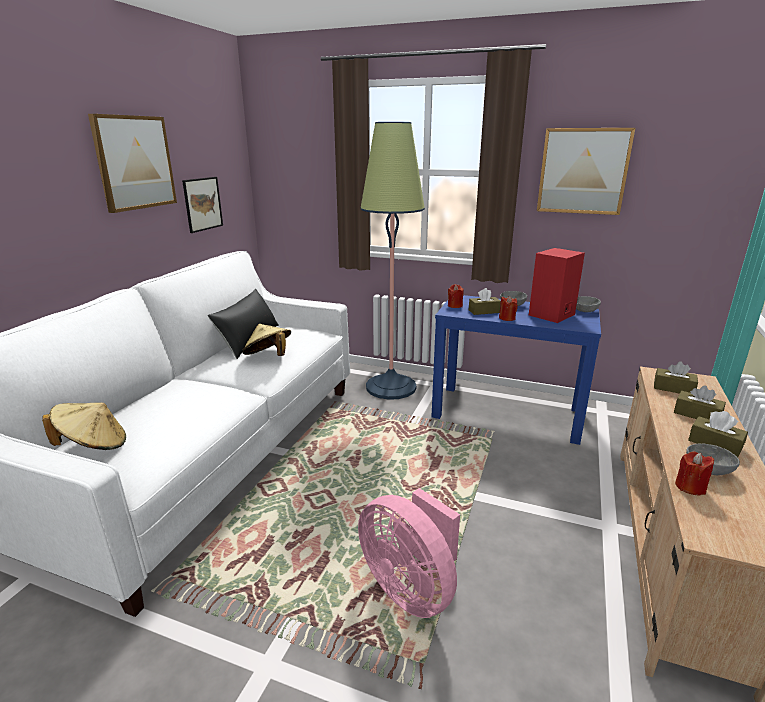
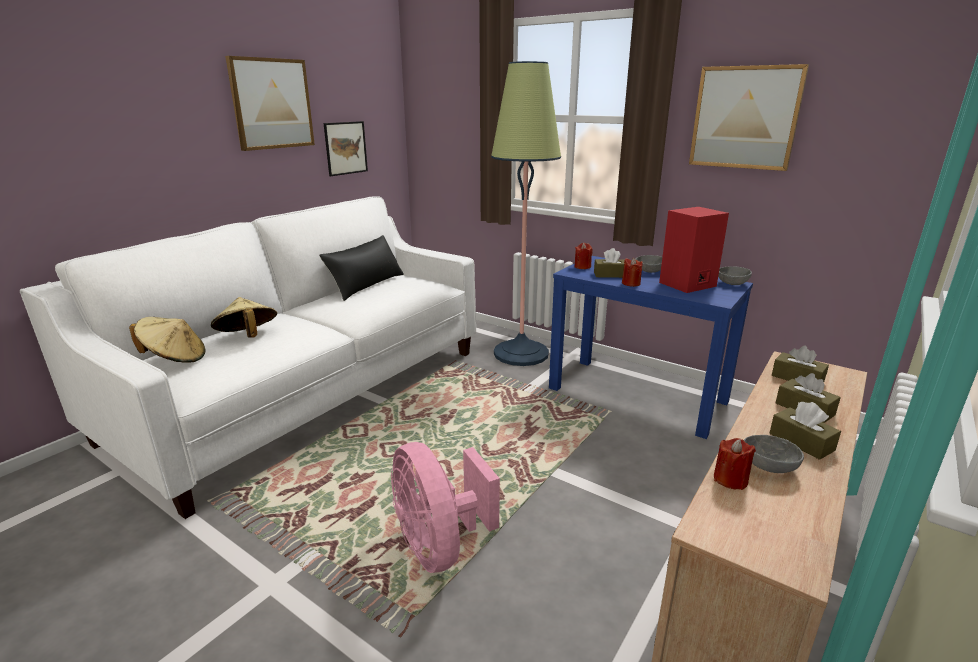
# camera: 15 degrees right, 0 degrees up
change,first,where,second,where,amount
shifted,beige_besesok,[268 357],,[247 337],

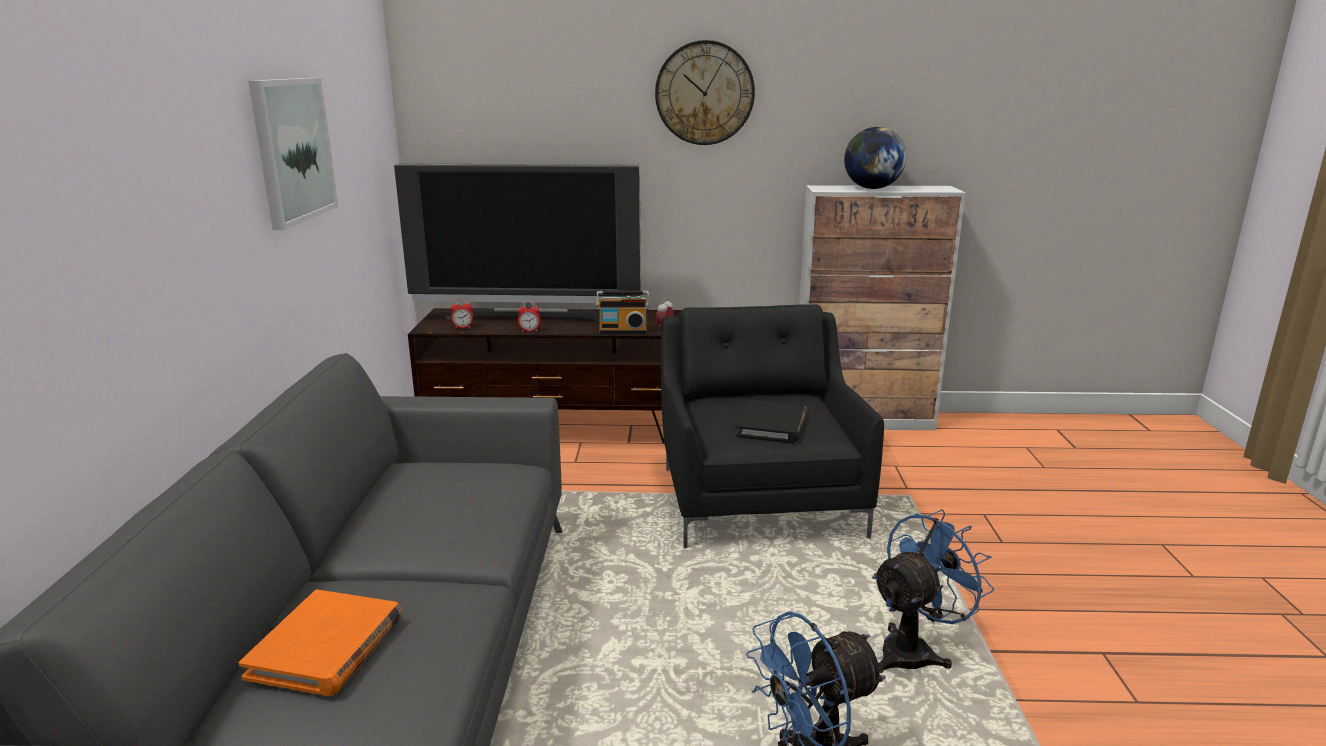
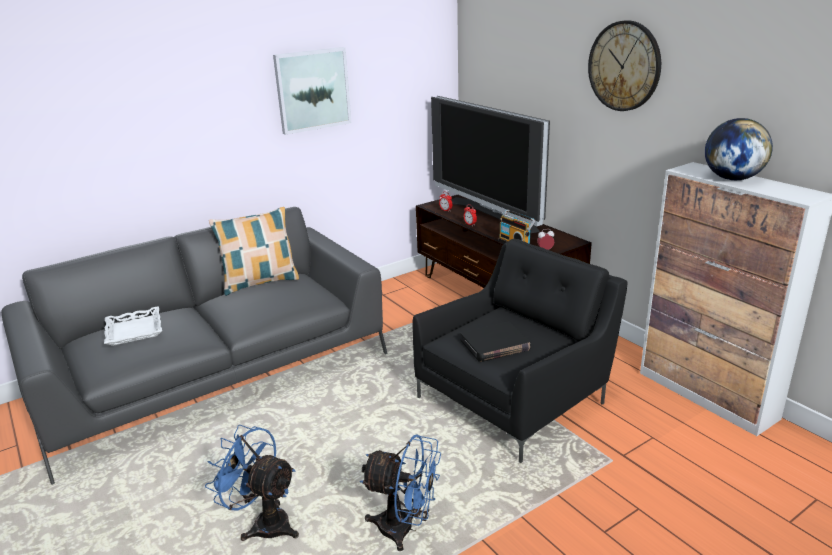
# camera: 55 degrees right, 5 degrees up
change,first,where,second,where,amount
swapped,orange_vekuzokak,[327 647],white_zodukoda,[133 330],
new,,,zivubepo,[260 283],

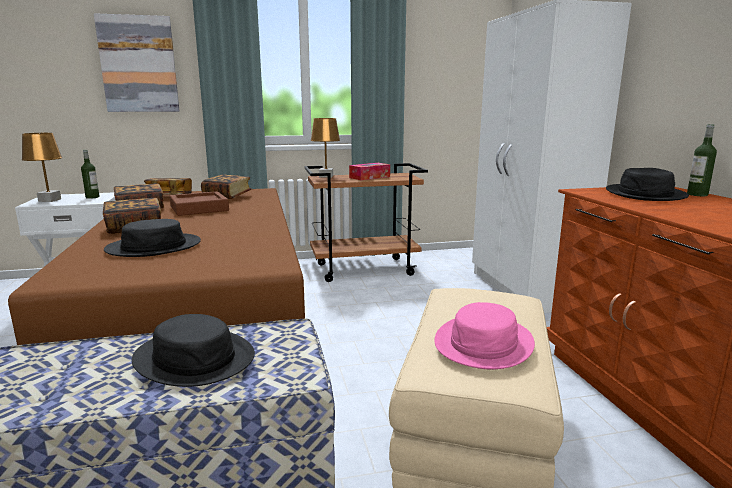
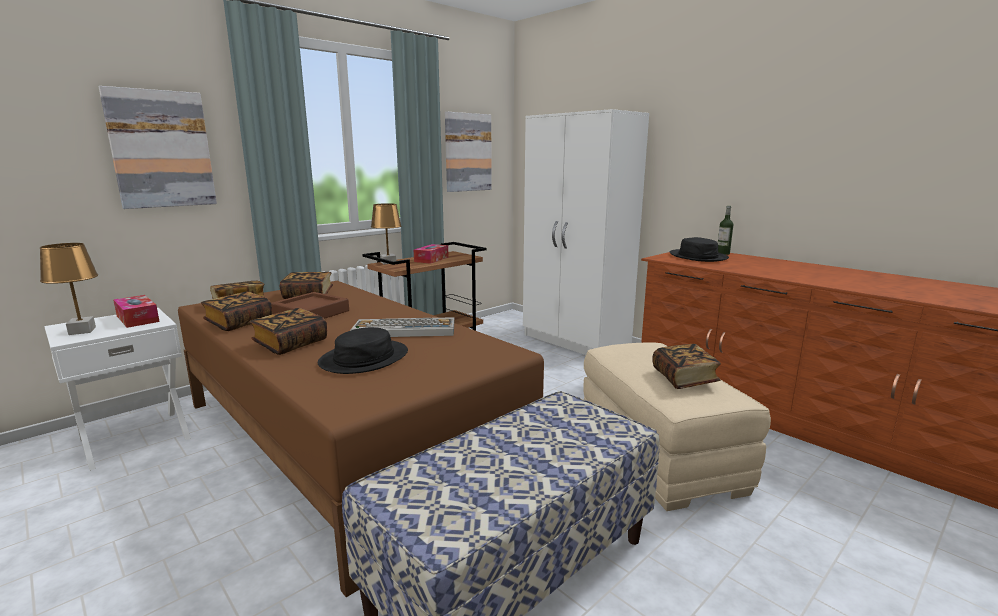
# camera: 30 degrees left, 0 degrees up
change,first,where,second,where,amount
swapped,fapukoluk,[92 197],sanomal,[137 319],
gone,black_besesok,[194 358],,,
swapped,pink_besesok,[484 343],vekuzokak,[684 379],
new,,,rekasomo,[403 329],
new,,,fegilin,[467 152],

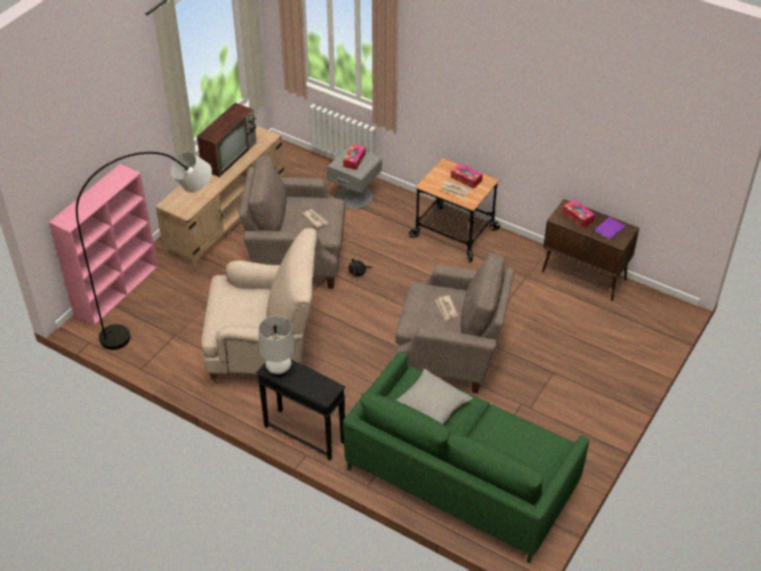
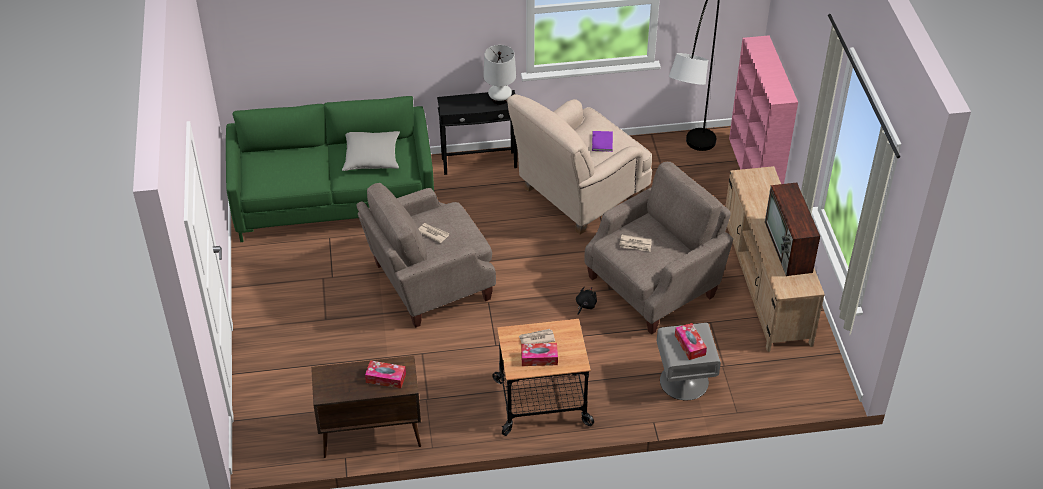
# camera: 140 degrees right, 0 degrees up
change,first,where,second,where,amount
shifted,purple_vekuzokak,[610 229],,[601 143],

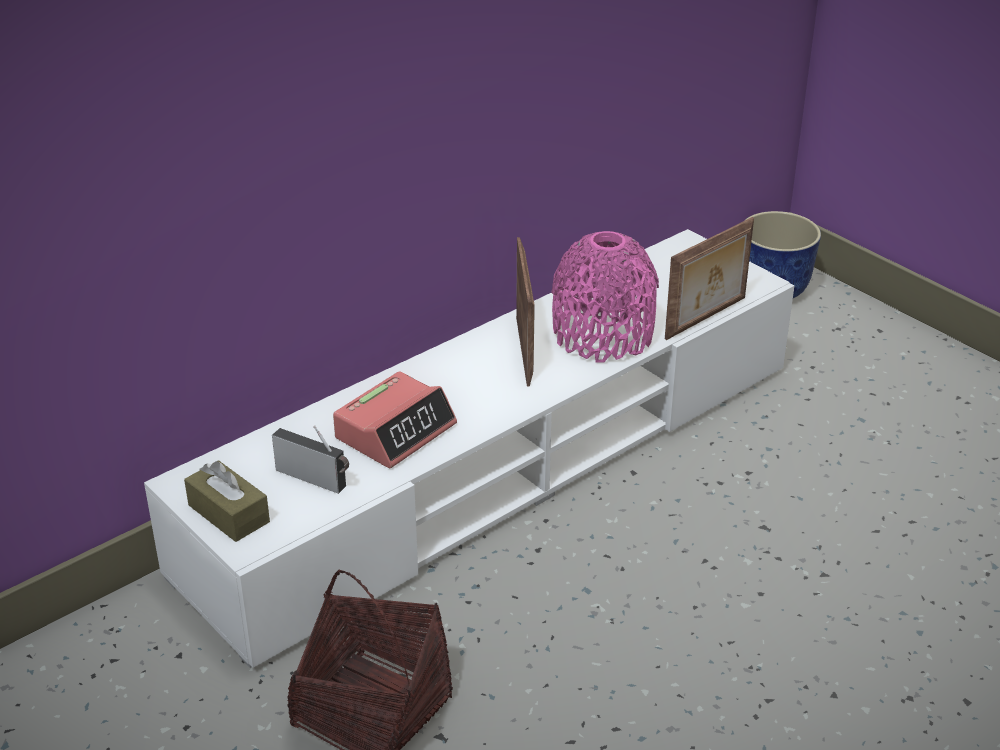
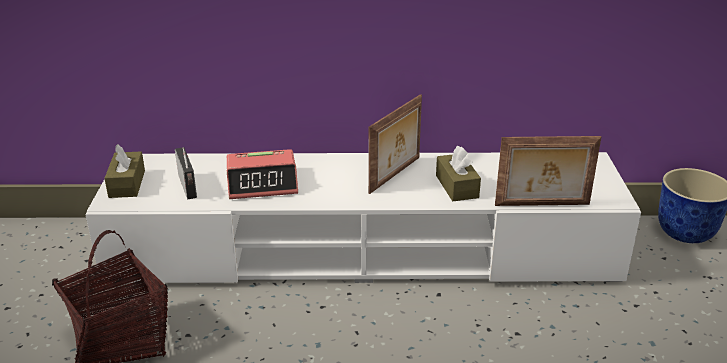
# camera: 40 degrees right, 5 degrees down
change,first,where,second,where,amount
swapped,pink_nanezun,[603 335],brown_sanomal,[457 186],

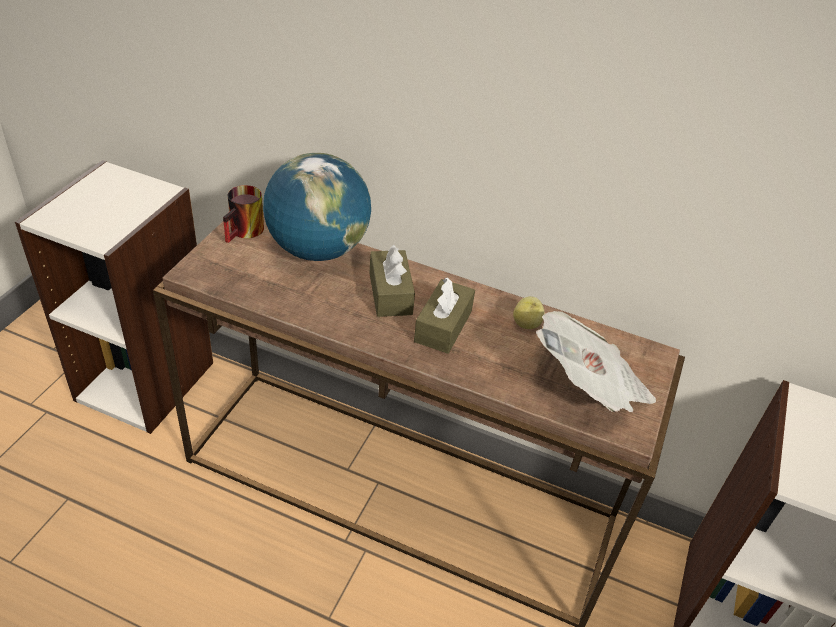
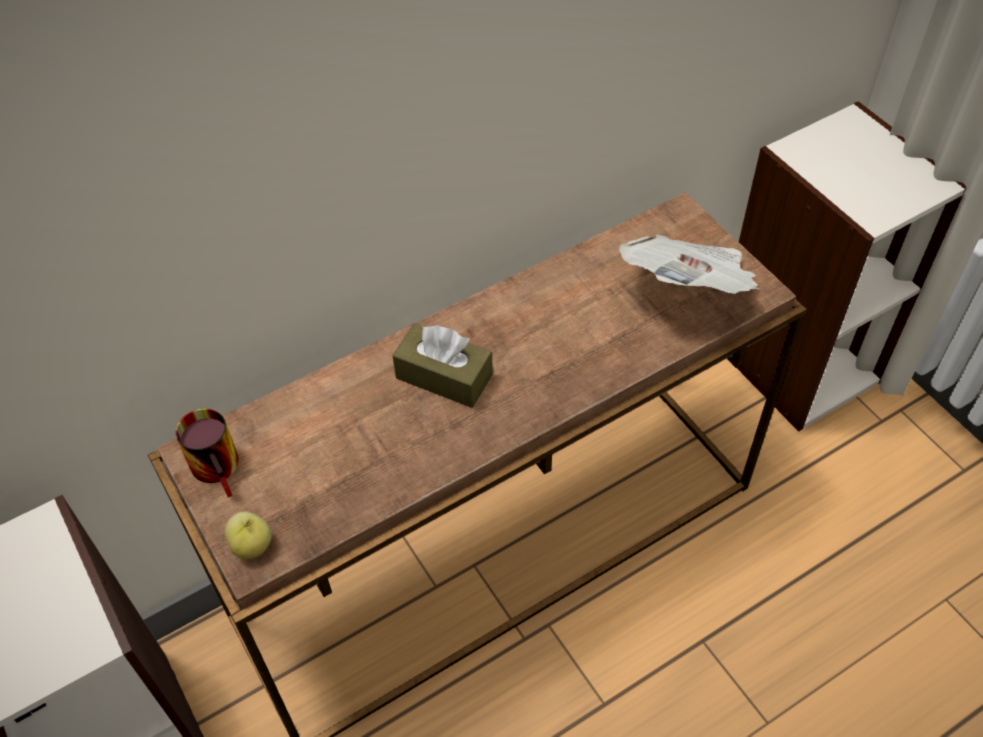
# camera: 50 degrees left, 10 degrees up
change,first,where,second,where,amount
gone,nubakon,[318 250],,,
gone,brown_sanomal,[443 326],,,
shifted,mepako,[527 324],,[252 545],

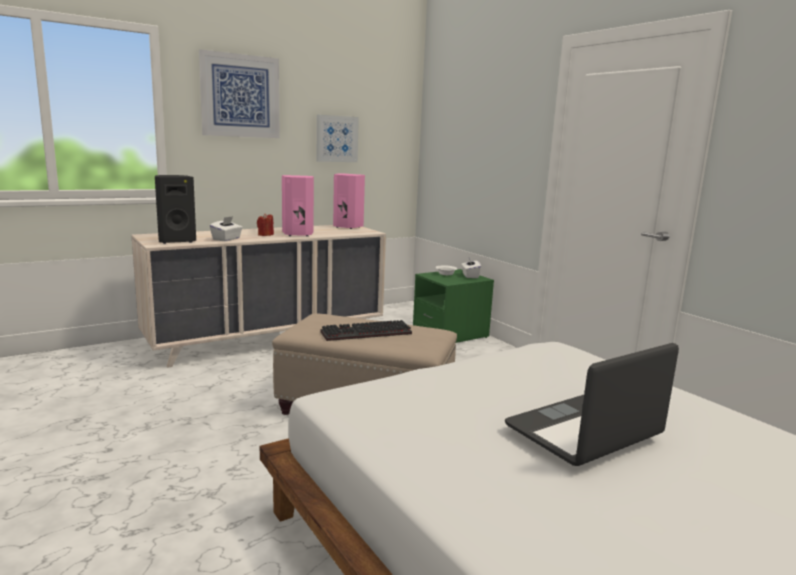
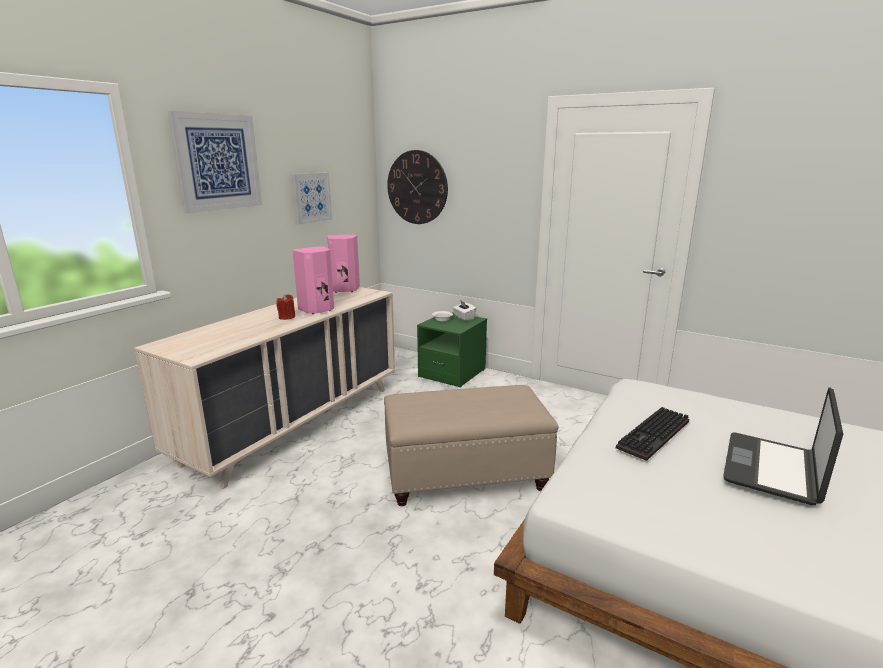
# camera: 25 degrees left, 5 degrees up
change,first,where,second,where,amount
gone,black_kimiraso,[176 241],,,
gone,white_sanomal,[227 239],,,
shifted,rekasomo,[365 334],,[655 436],
new,,,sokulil,[417 187],

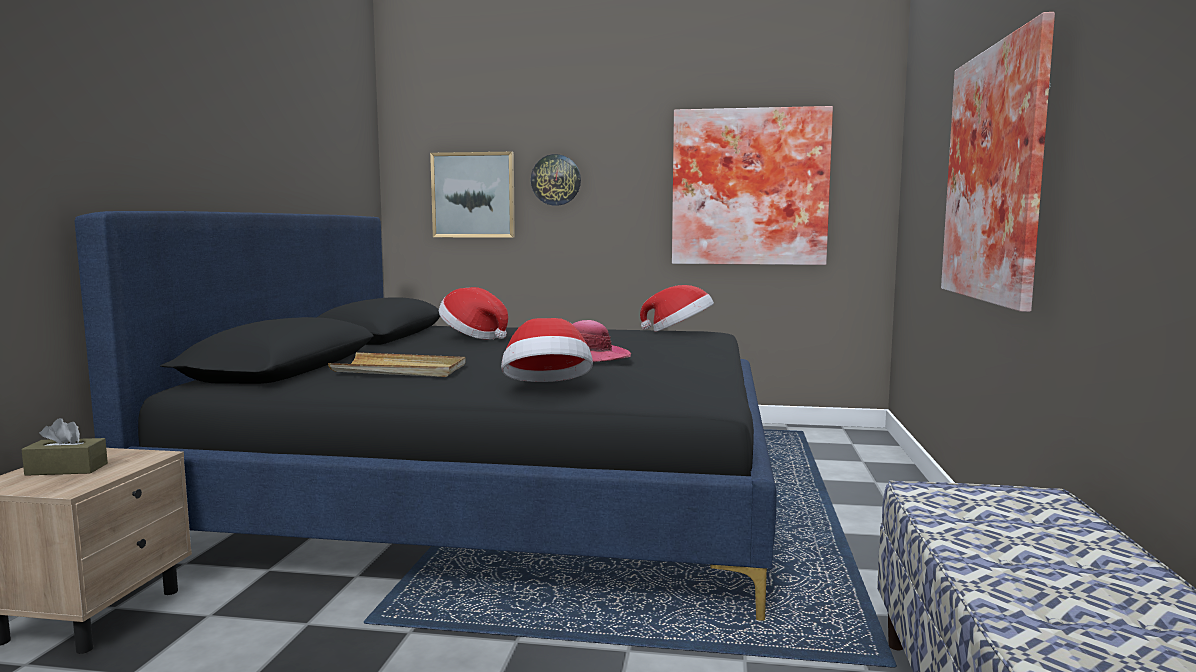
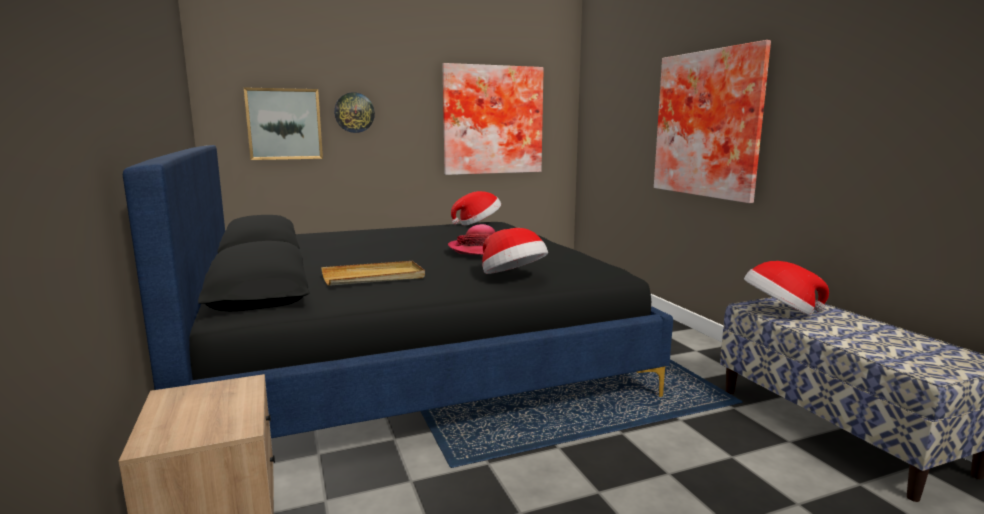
# camera: 30 degrees left, 5 degrees up
change,first,where,second,where,amount
gone,brown_sanomal,[67 469],,,
shifted,besesok,[473 337],,[780 312],

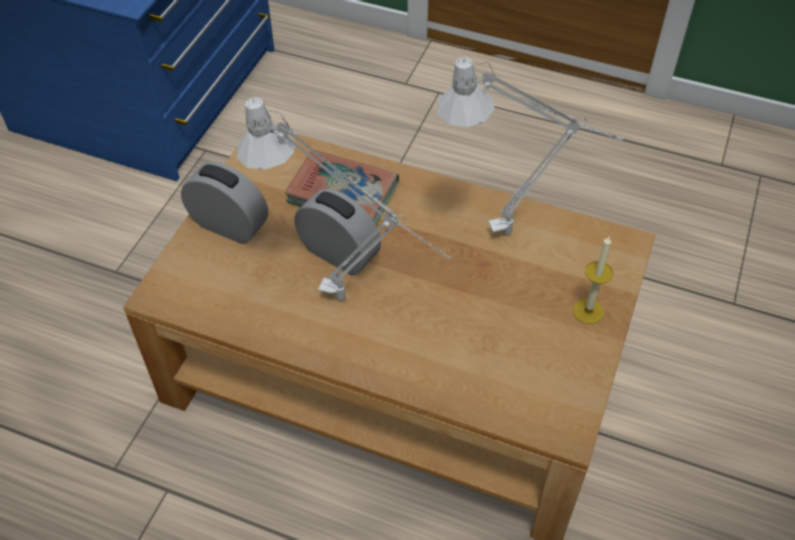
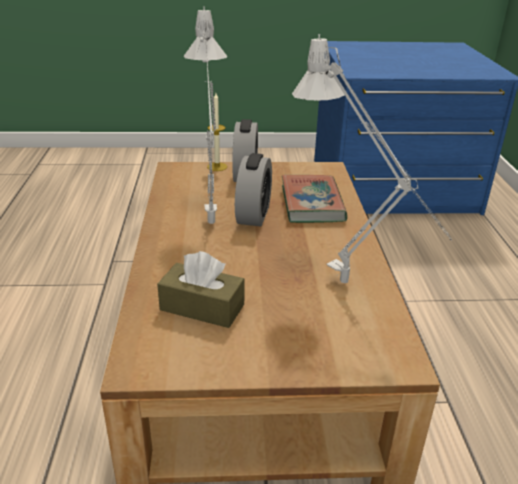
# camera: 65 degrees right, 20 degrees down
change,first,where,second,where,amount
shifted,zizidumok,[588 311],,[217 167],
new,,,brown_sanomal,[202 307],

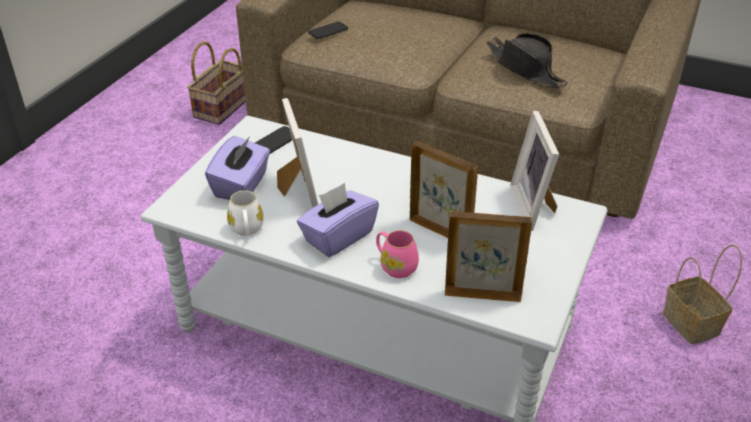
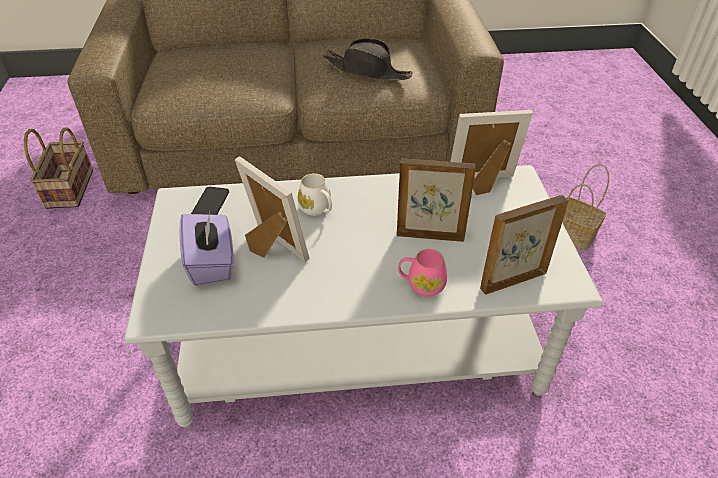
# camera: 30 degrees left, 5 degrees up
change,first,where,second,where,amount
shifted,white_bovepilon,[247 230],,[317 209],
gone,purple_sanomal,[338 237],,,
gone,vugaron,[328 31],,,
rotated,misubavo,[534 207],,[483 185],120 degrees clockwise

